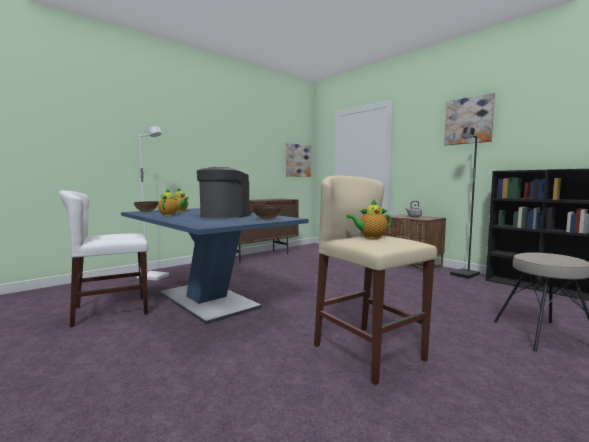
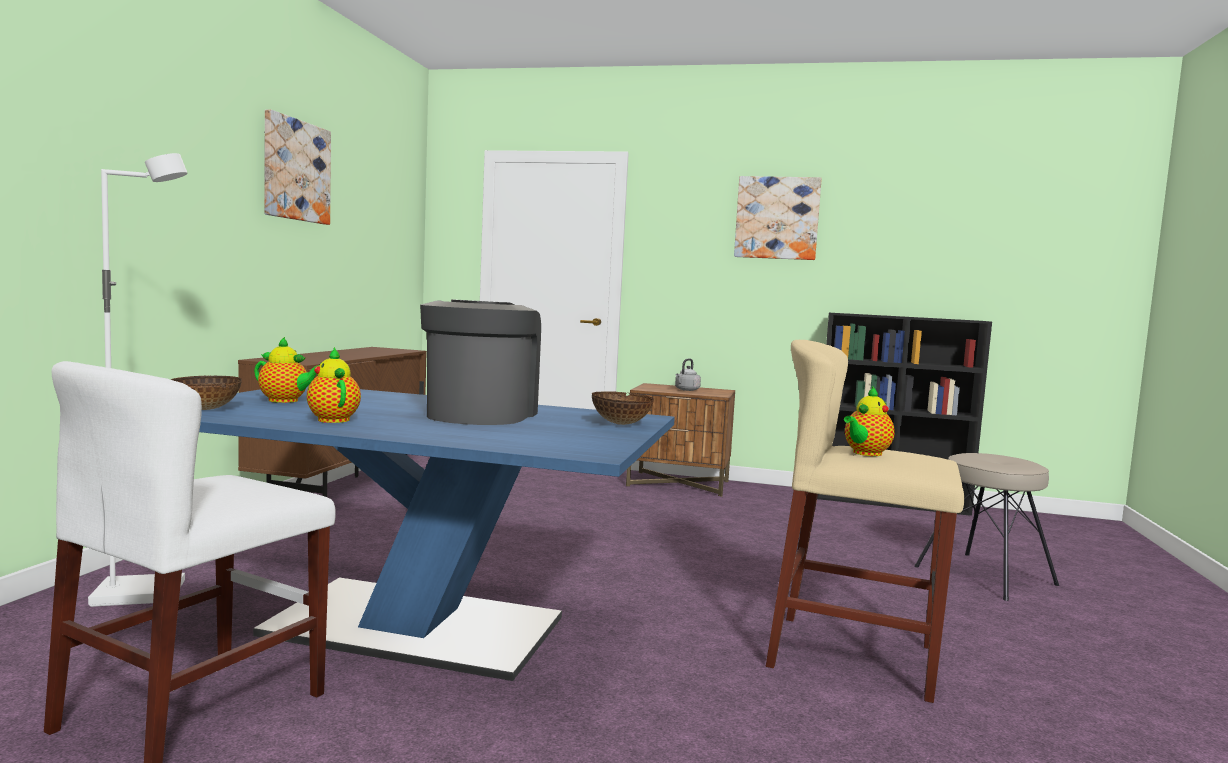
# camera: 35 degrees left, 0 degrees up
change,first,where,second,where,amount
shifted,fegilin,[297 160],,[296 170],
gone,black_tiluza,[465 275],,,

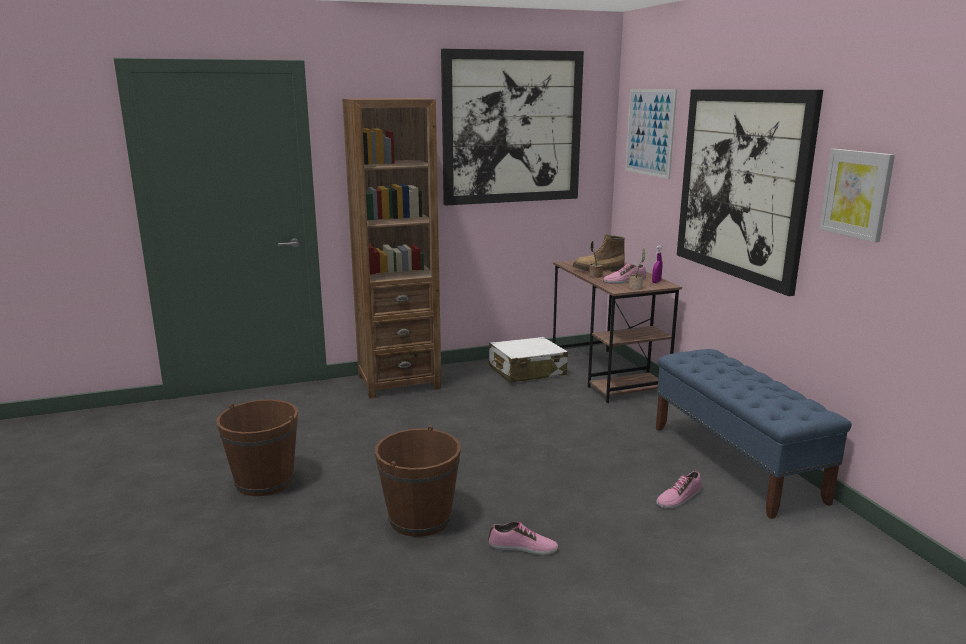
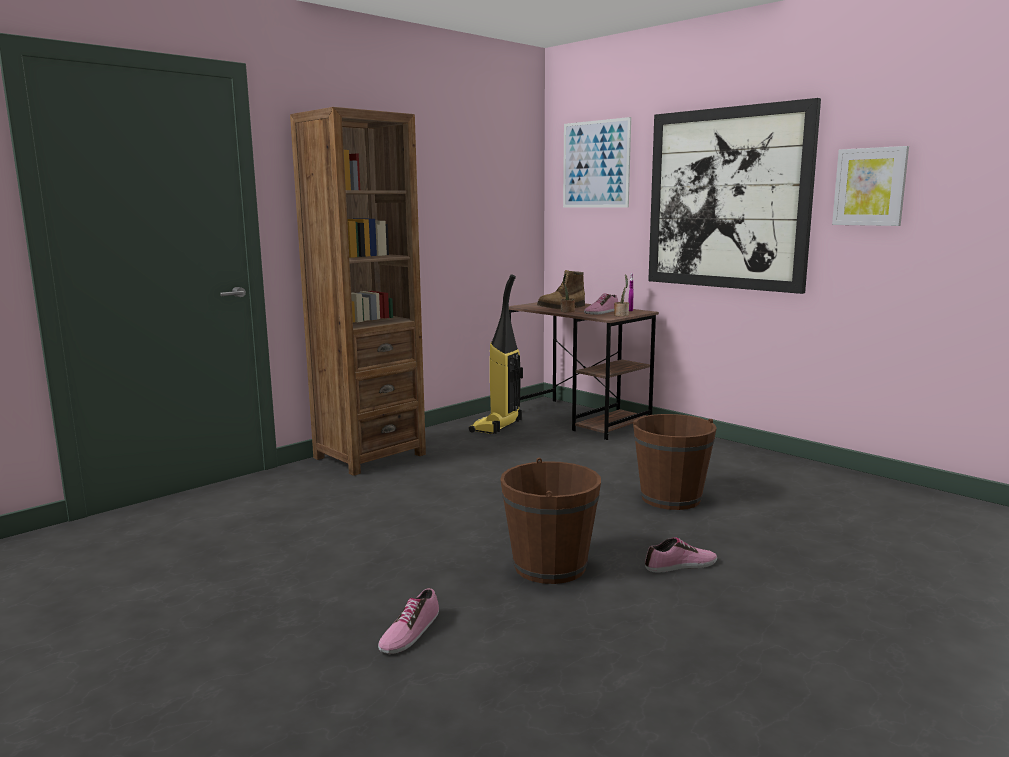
# camera: 25 degrees left, 5 degrees down
change,first,where,second,where,amount
shifted,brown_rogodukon,[264 481],,[671 498],
gone,fegilin,[512 128],,,
swapped,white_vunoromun,[526 371],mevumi,[496 427],
gone,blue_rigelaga,[735 463],,,
shifted,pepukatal,[678 497],,[409 632],

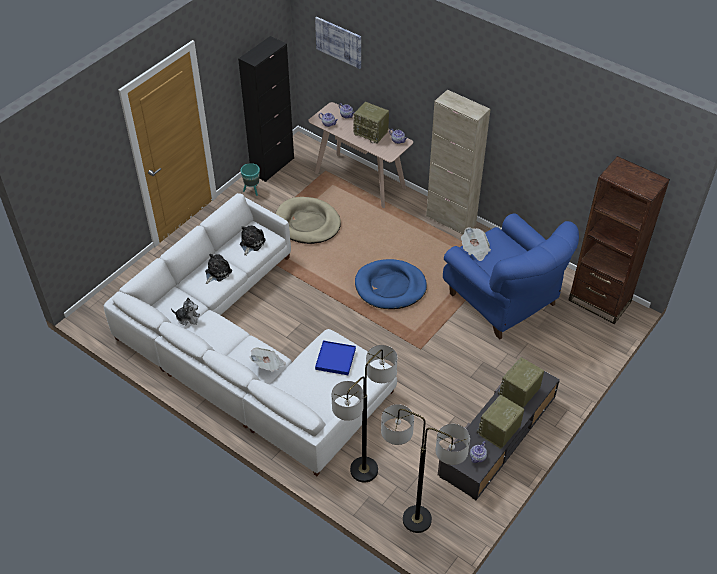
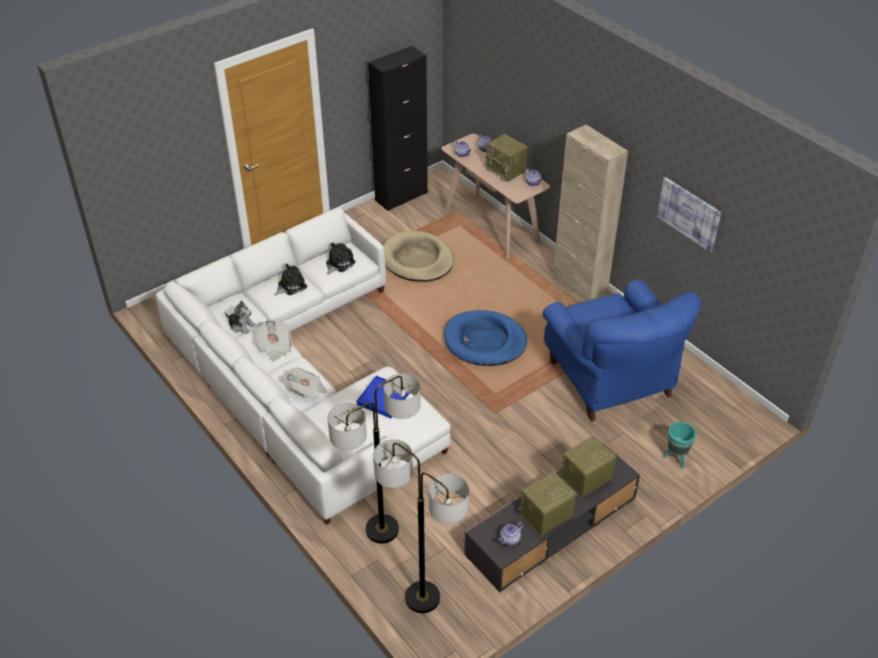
# camera: 15 degrees right, 5 degrees down
change,first,where,second,where,amount
shifted,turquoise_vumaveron,[252 190],,[676 458],
shifted,fegilin,[339 42],,[689 213],
shifted,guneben,[475 250],,[275 347],
gone,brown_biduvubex,[599 301],,,

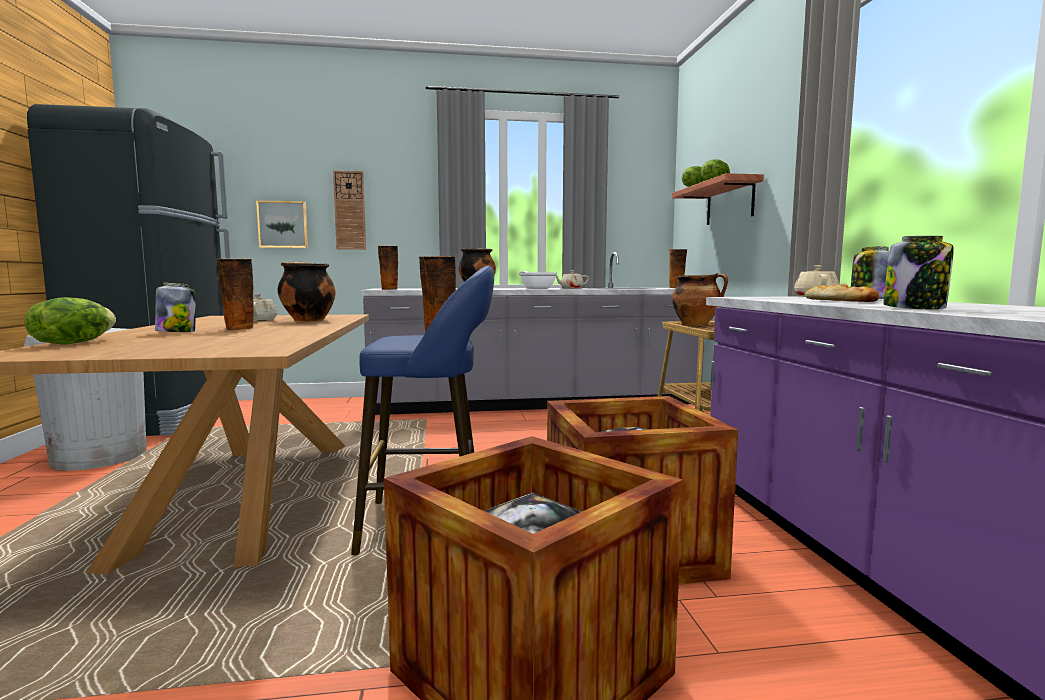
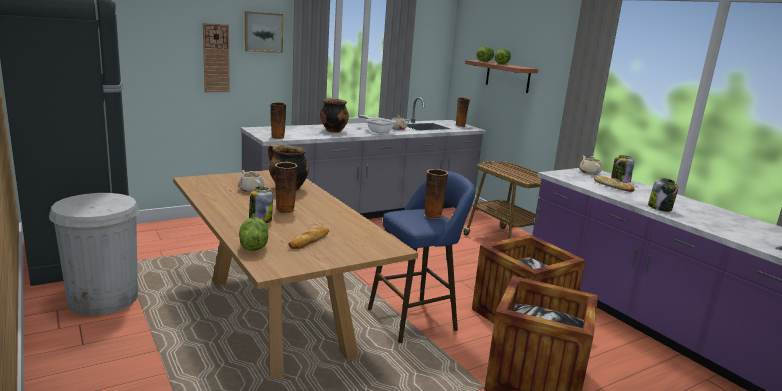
# camera: 25 degrees left, 10 degrees up
change,first,where,second,where,amount
shifted,fegilin,[283 224],,[263 32],
gone,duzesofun,[697 324],,,
new,,,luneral,[309 240],

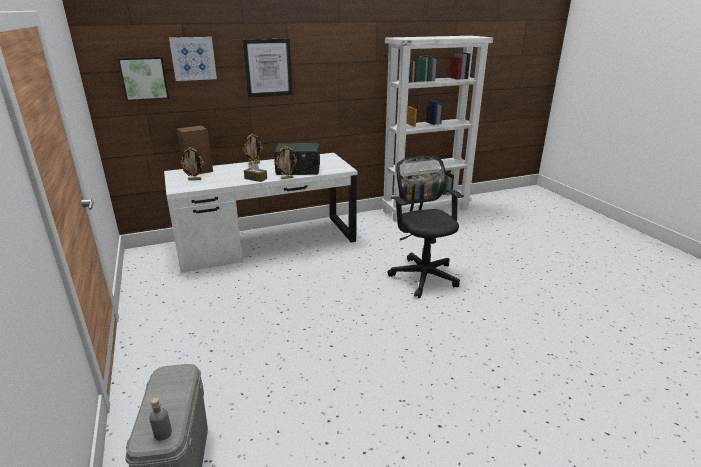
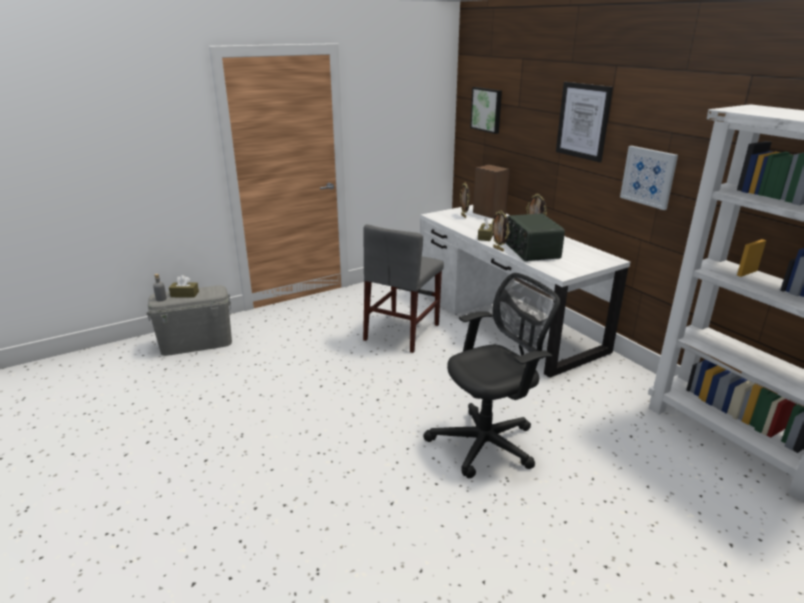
# camera: 80 degrees right, 0 degrees up
change,first,where,second,where,amount
shifted,fegilin,[193 58],,[648 177],
new,,,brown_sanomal,[184 294],
new,,,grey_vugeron,[402 332],

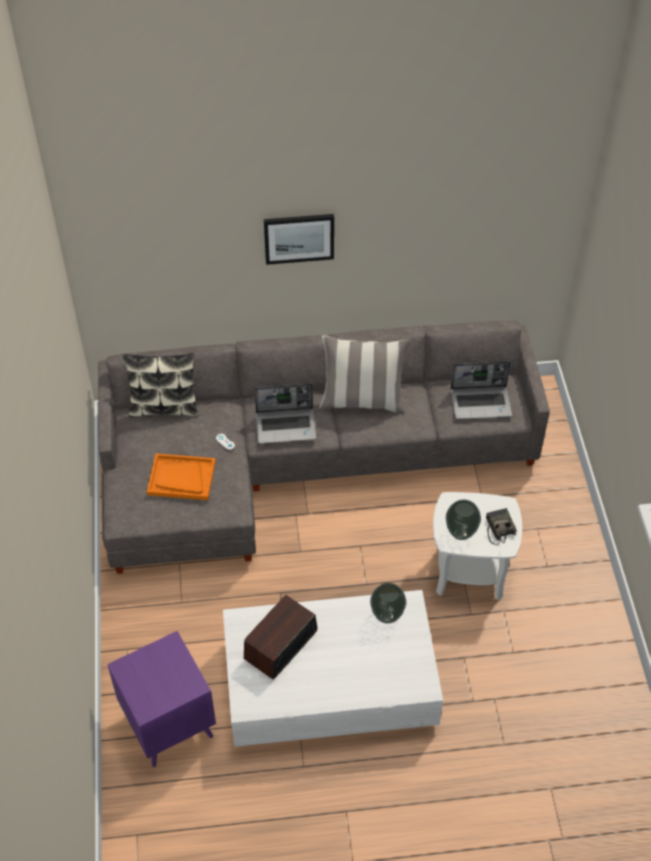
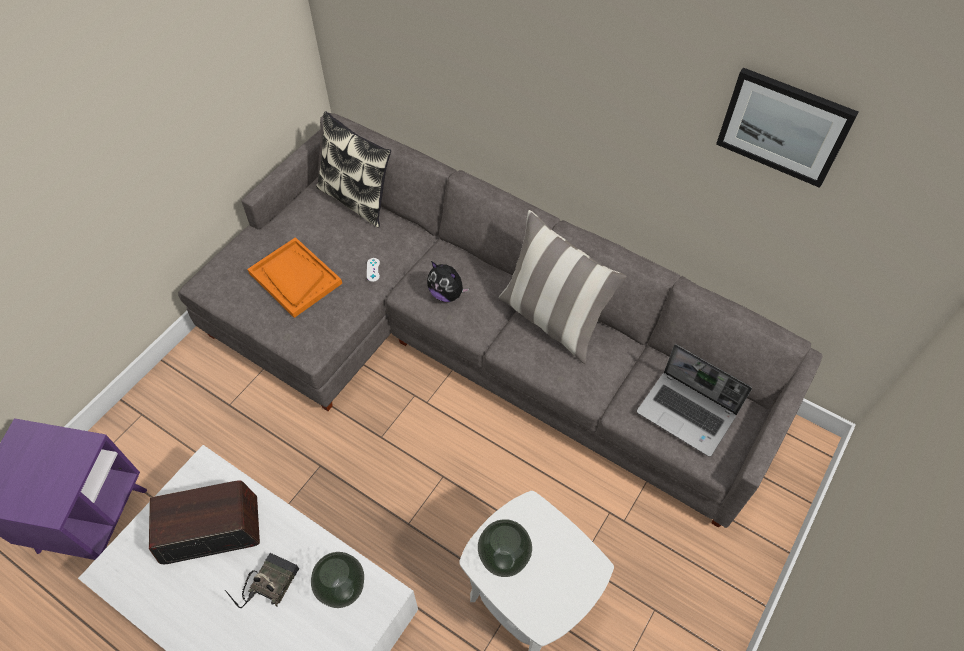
# camera: 40 degrees right, 5 degrees up
change,first,where,second,where,amount
swapped,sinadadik,[286 426],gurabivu,[447 294],
shifted,fegilin,[299 238],,[784 126],
shifted,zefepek,[498 528],,[270 581],

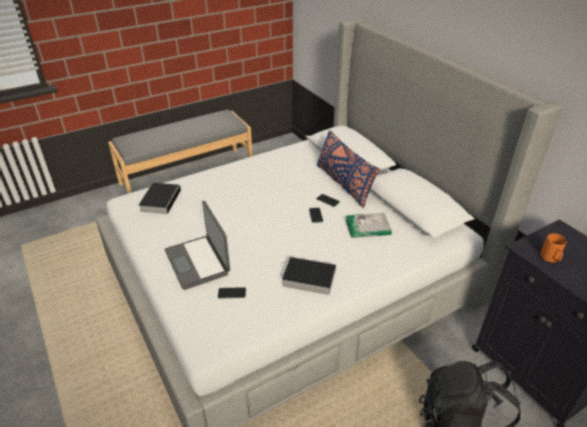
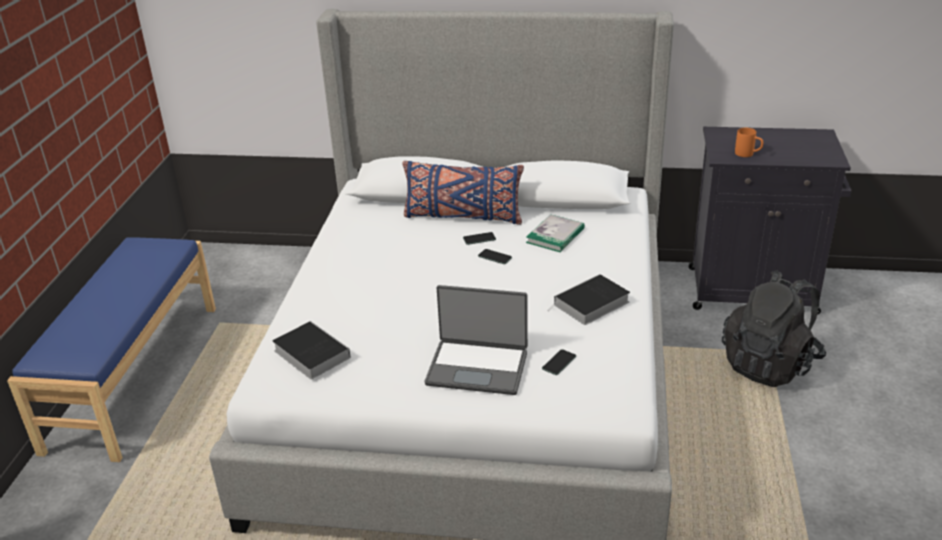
# camera: 50 degrees left, 5 degrees down
change,first,where,second,where,amount
repainted,grey_rigelaga,[187 175],blue_rigelaga,[133 375],

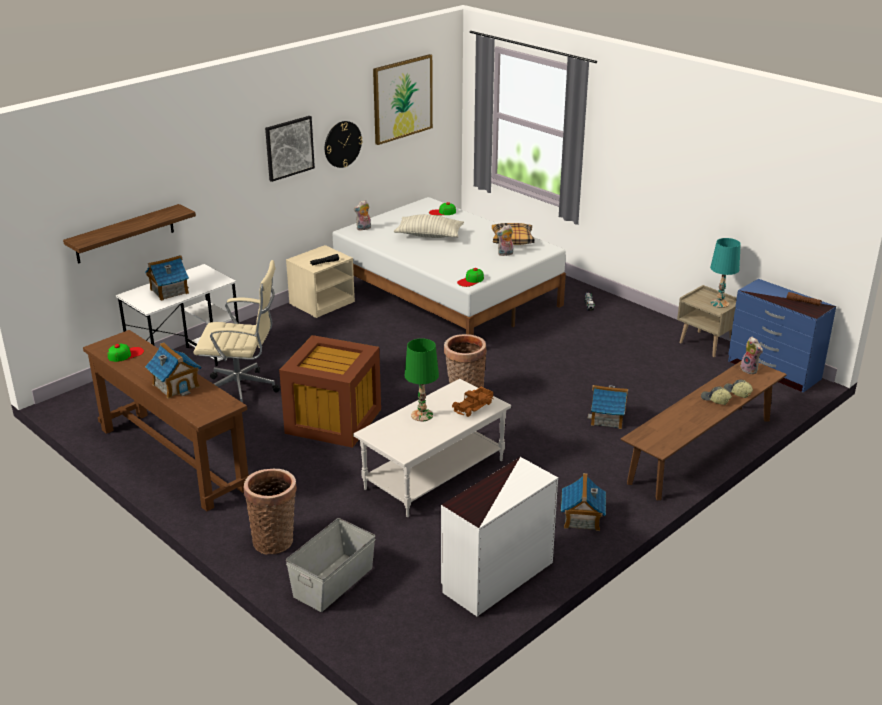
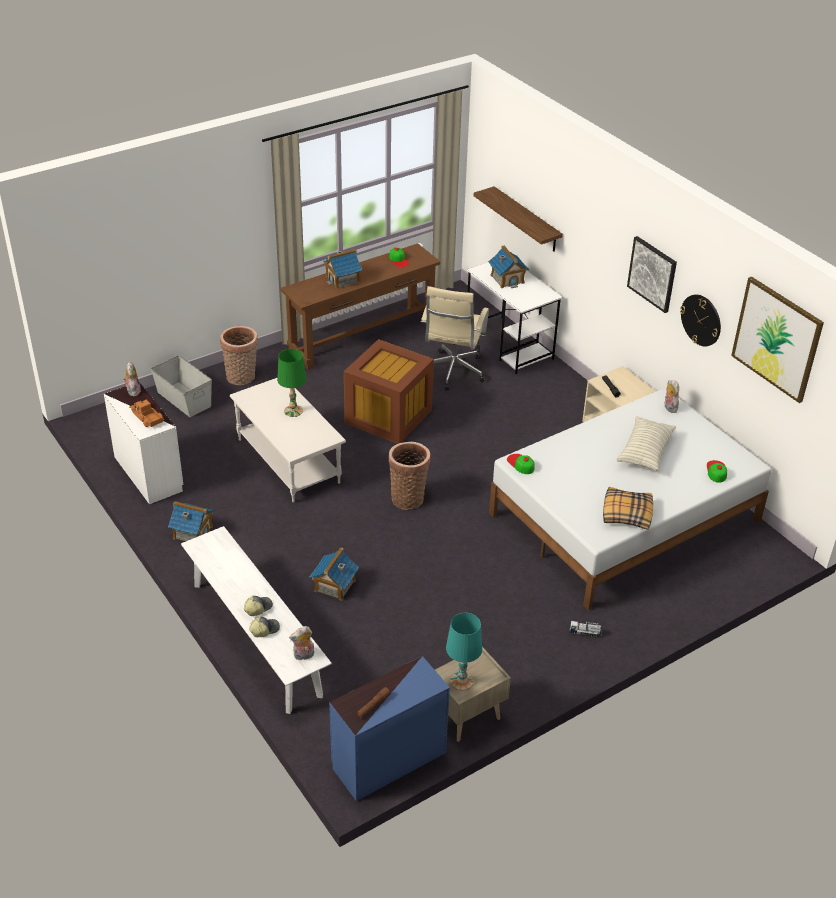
# camera: 100 degrees right, 10 degrees up
change,first,where,second,where,amount
shifted,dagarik,[473 406],,[146 417],
shifted,gurabivu,[505 254],,[133 391],
repainted,brown_rigelaga,[701 450],white_rigelaga,[256 638],

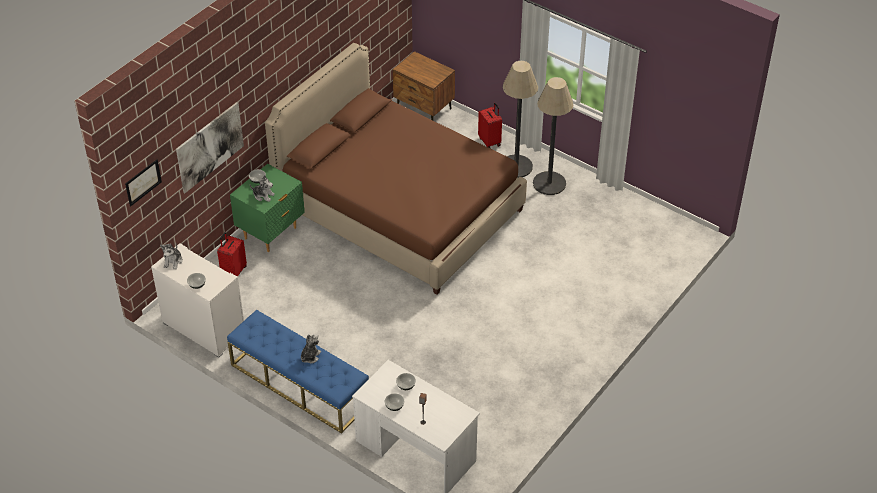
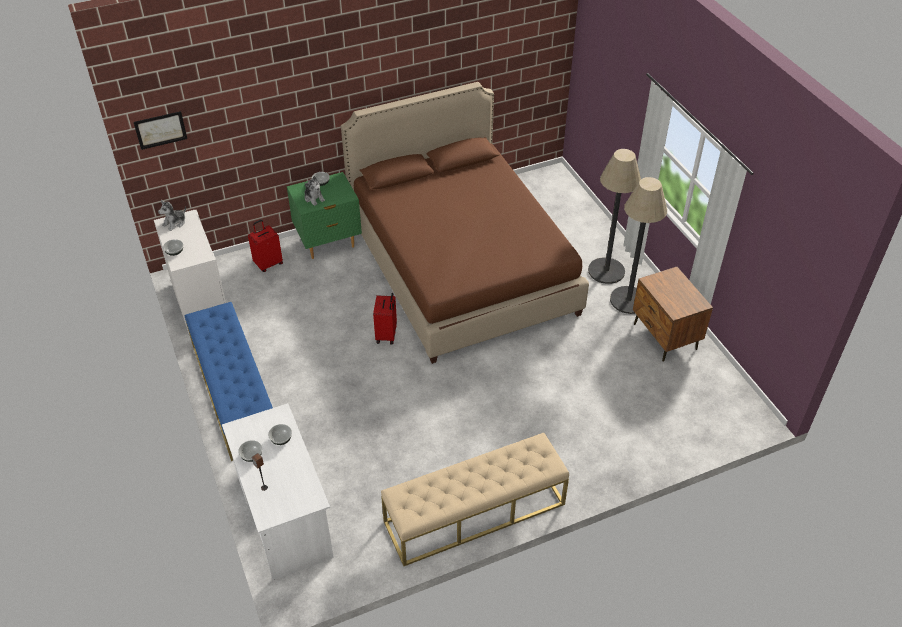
# camera: 30 degrees right, 0 degrees up
change,first,where,second,where,amount
gone,fegilin,[210 147],,,
gone,gurabivu,[310 356],,,
shifted,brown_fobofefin,[424 109],,[664 337],
shifted,red_vunoromun,[490 141],,[387 335],
new,,,beige_rigelaga,[474 513],

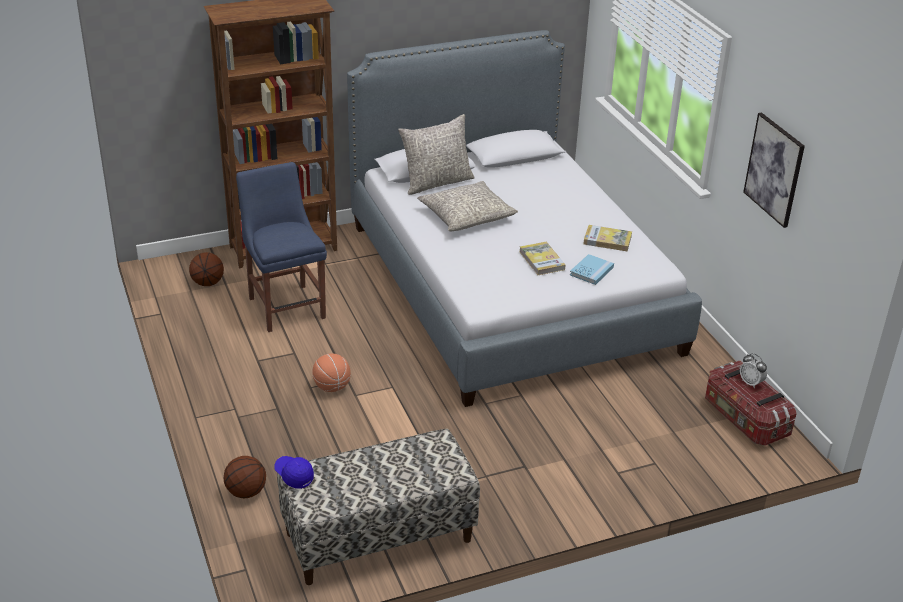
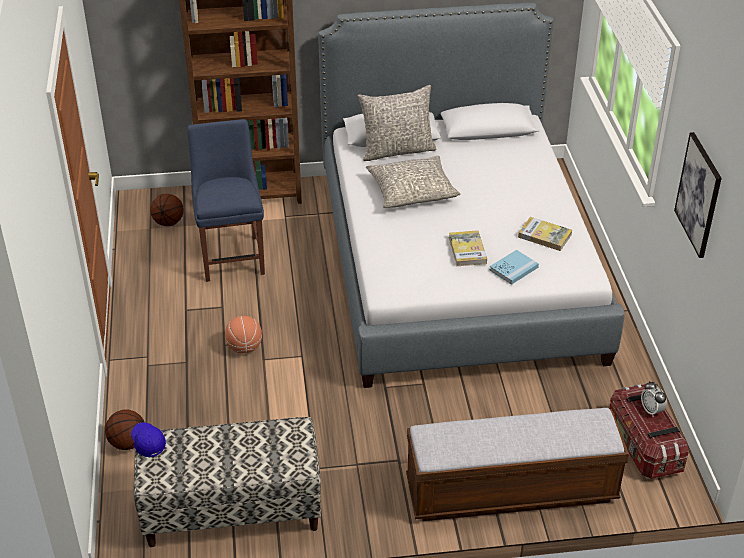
# camera: 15 degrees right, 5 degrees up
change,first,where,second,where,amount
new,,,rigelaga,[510 491],

